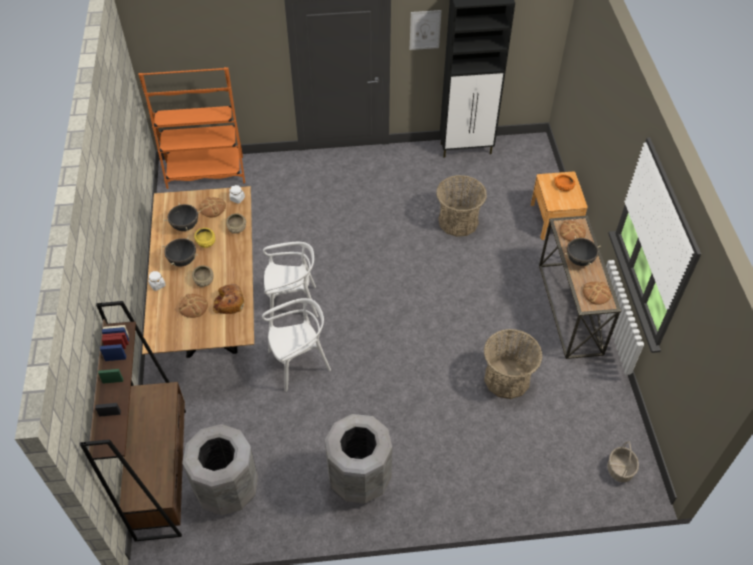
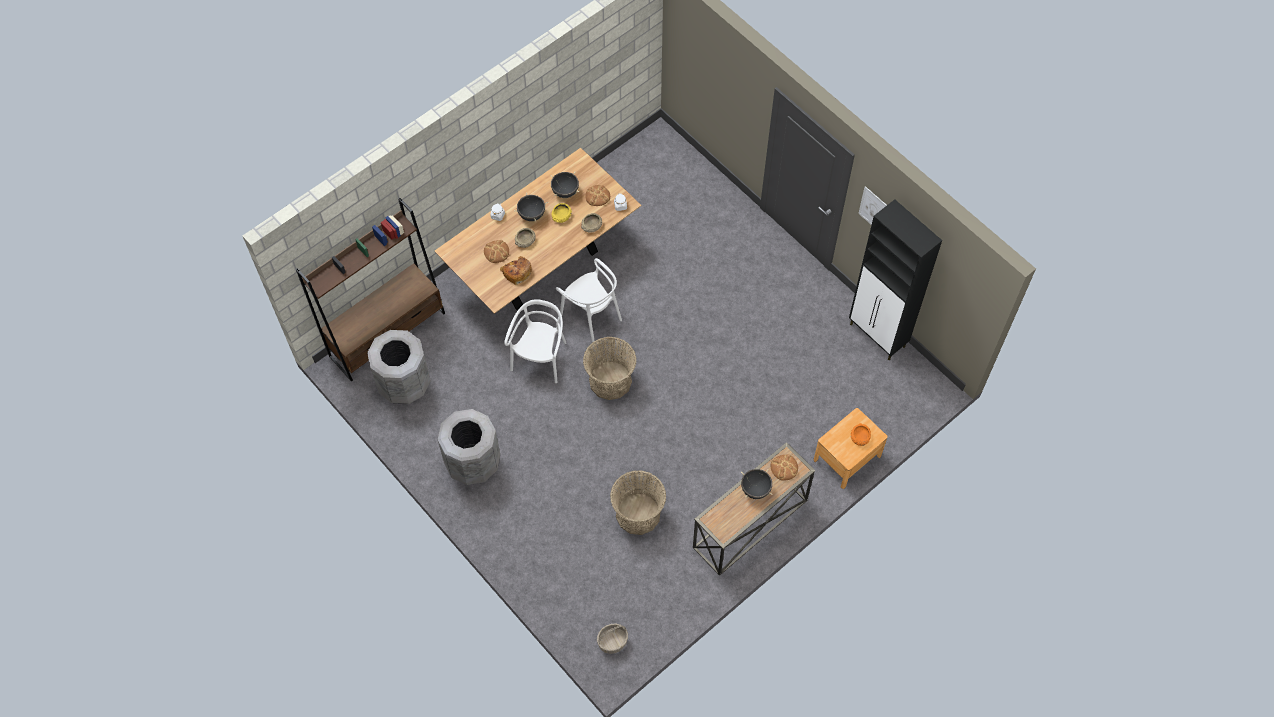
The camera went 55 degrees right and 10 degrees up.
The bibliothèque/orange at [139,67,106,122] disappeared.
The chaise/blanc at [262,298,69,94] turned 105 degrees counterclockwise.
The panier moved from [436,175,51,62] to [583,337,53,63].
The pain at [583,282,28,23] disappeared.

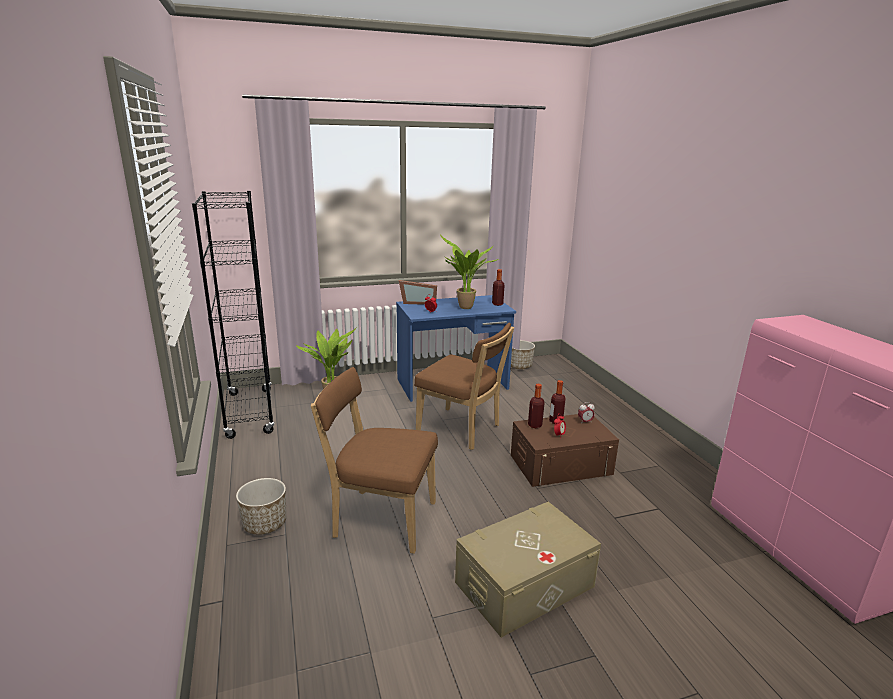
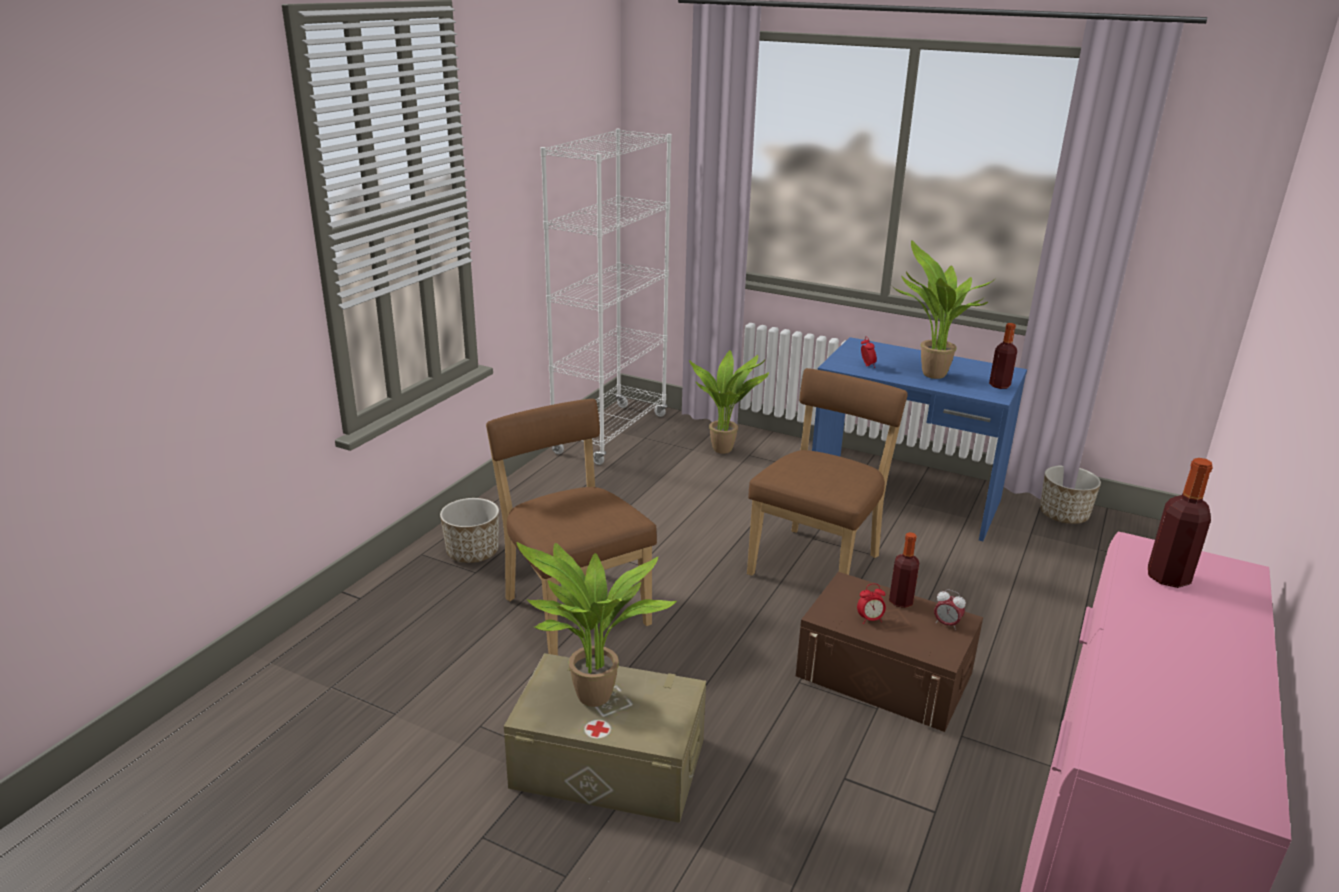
The camera went 45 degrees right and 5 degrees up.
The bibliothèque/noir at [192,191,83,248] became the bibliothèque/blanc at [541,129,131,336].
The cadre photo at [399,280,38,25] disappeared.
The chaise/marron at [414,323,100,127] turned 135 degrees counterclockwise.
The bouteille moved from [528,384,17,44] to [1148,458,65,130].
The plante en pot at [517,542,160,165] appeared.

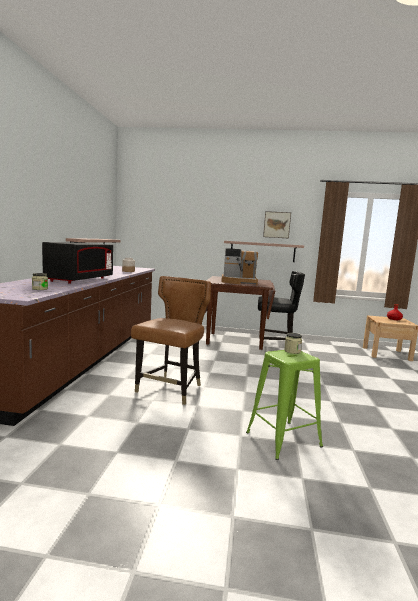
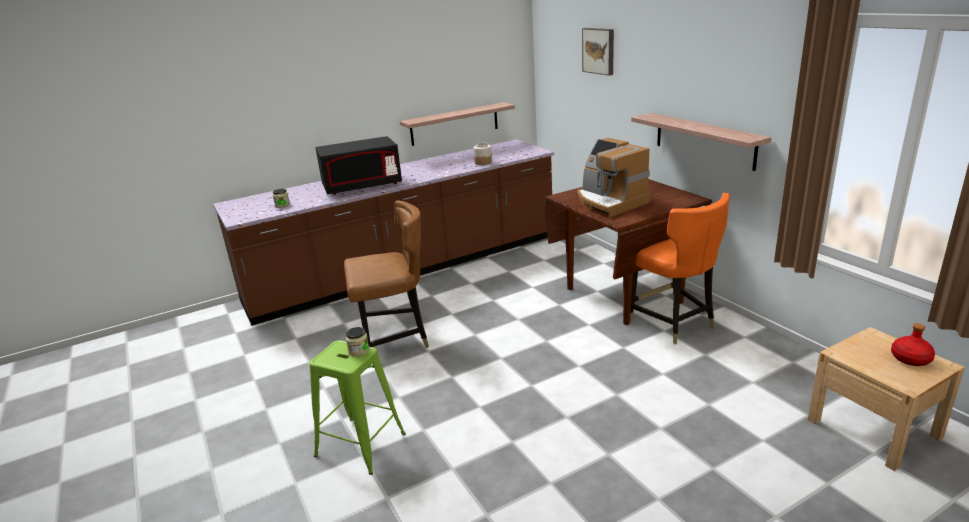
The camera went 55 degrees right and 15 degrees up.
The chaise/noir at [258,271,47,69] became the chaise/orange at [630,193,100,151].
The tableau moved from [263,211,28,27] to [582,28,32,48].

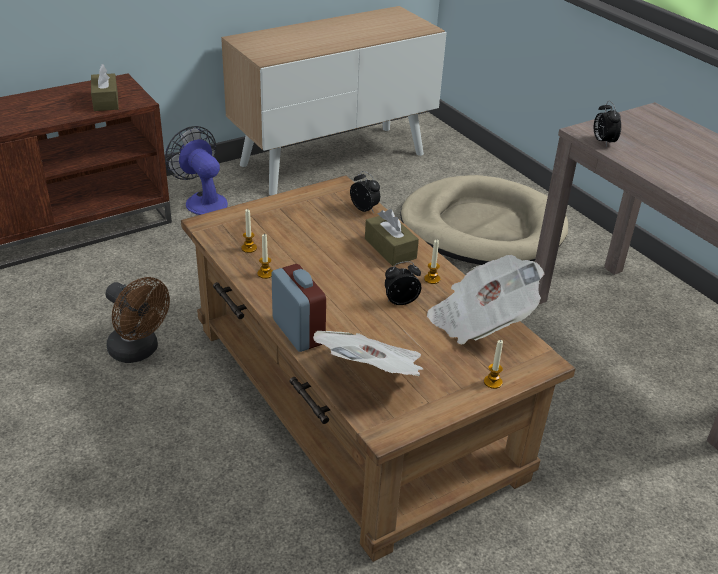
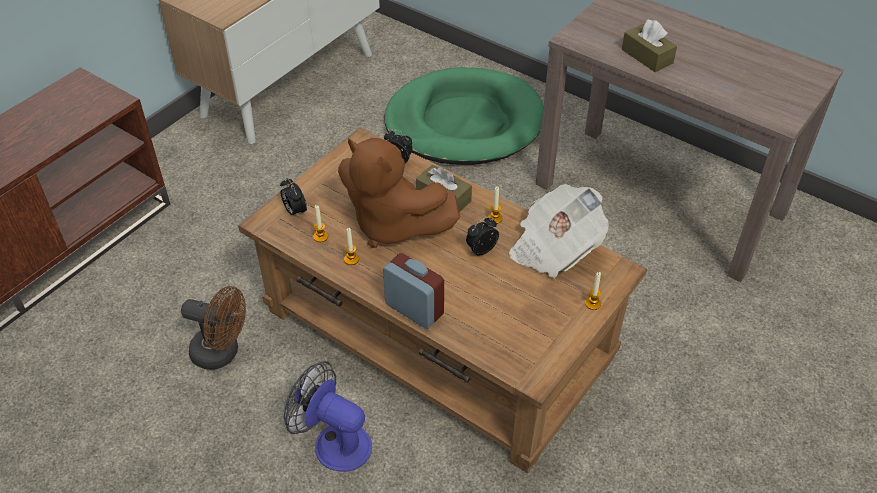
The camera went 20 degrees left and 10 degrees up.
The boîte à mouchoirs/marron moved from [91,64,28,47] to [622,20,55,52].
The ventilateur moved from [165,126,63,89] to [284,361,88,111].
The journal at [313,331,110,45] disappeared.
The panier pour chien/beige at [400,175,168,90] became the panier pour chien/vert at [384,67,159,98].
The réveil moved from [594,101,27,46] to [280,178,27,40].
The peluche/marron at [338,138,122,110] appeared.

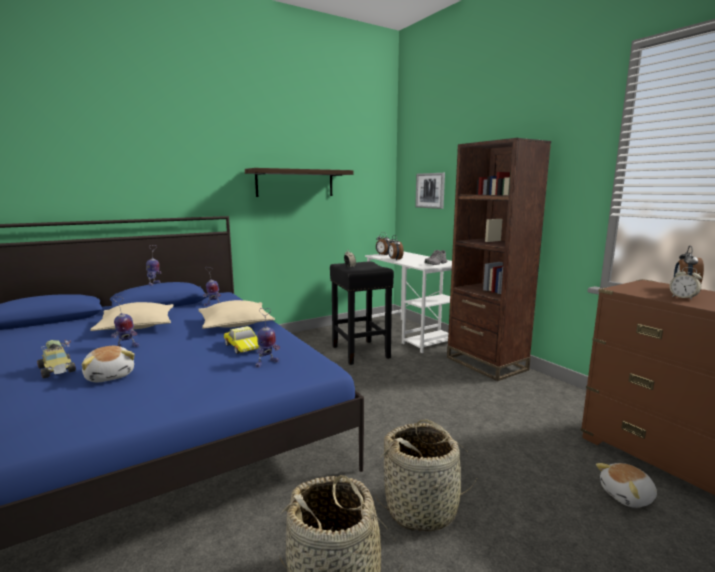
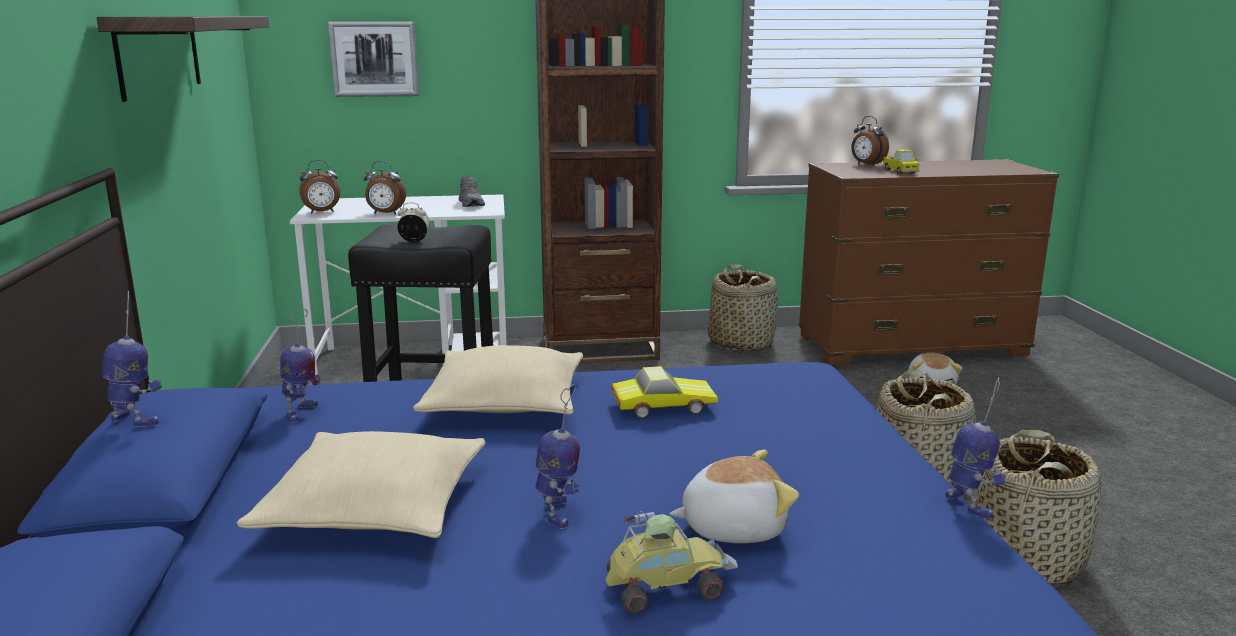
The camera went 65 degrees left and 5 degrees up.
The robot jouet moved from [255,308,25,59] to [945,377,60,142].
The réveil at [669,267,33,33] was replaced by the camion jouet at [883,150,37,24].
The panier at [708,264,70,88] appeared.

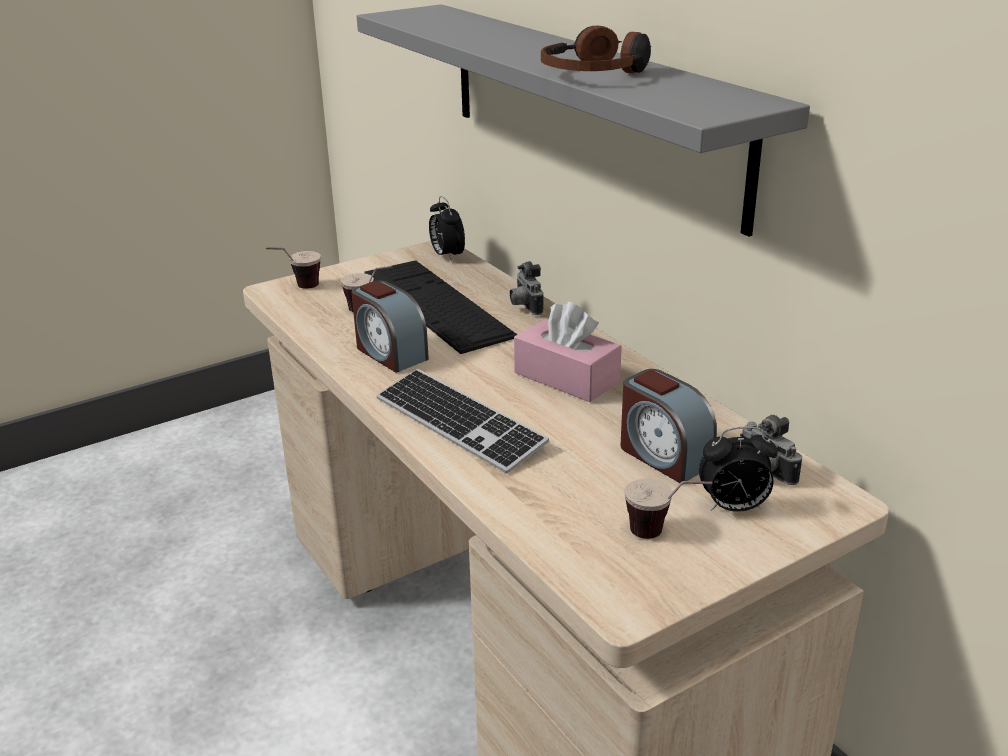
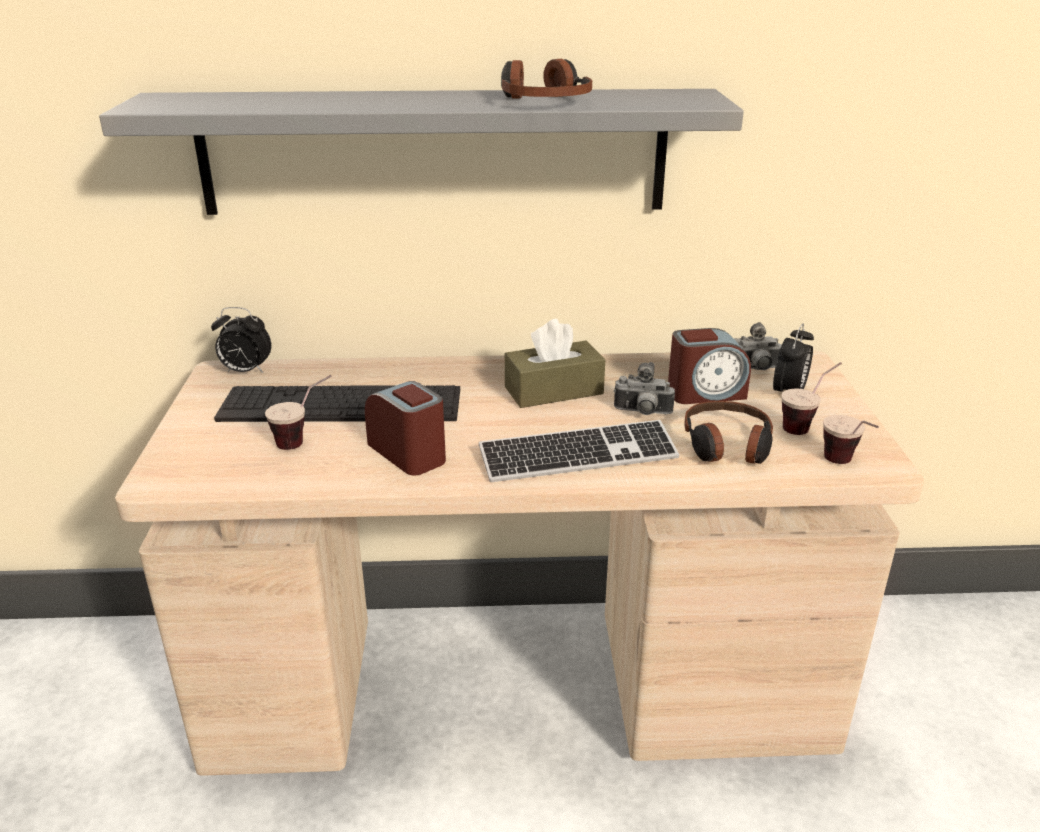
The camera went 60 degrees left and 0 degrees up.
The tasse moved from [266,247,55,42] to [823,415,56,49].
The réveil at [352,280,77,93] turned 120 degrees counterclockwise.
The appareil photo moved from [510,261,34,54] to [614,362,61,53].
The boîte à mouchoirs/rose at [514,302,108,100] became the boîte à mouchoirs/marron at [505,319,100,89].
The casque audio at [684,401,89,63] appeared.

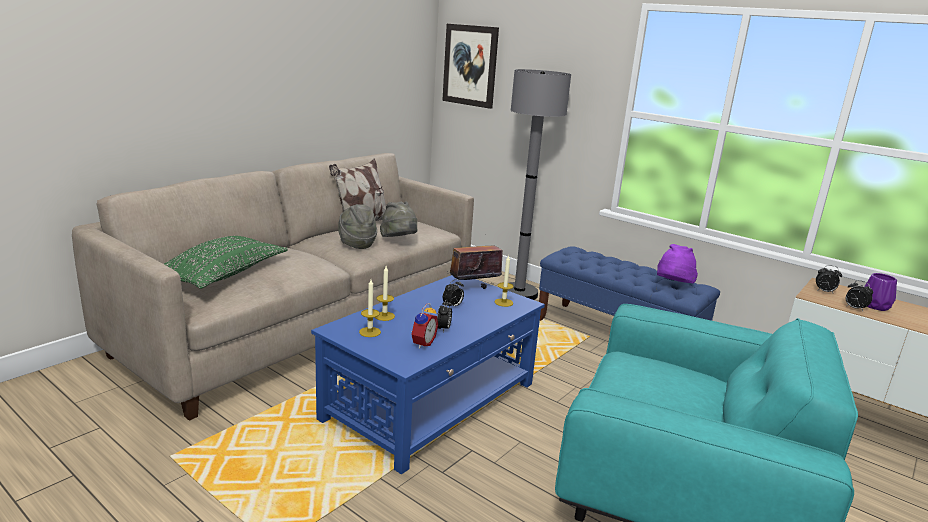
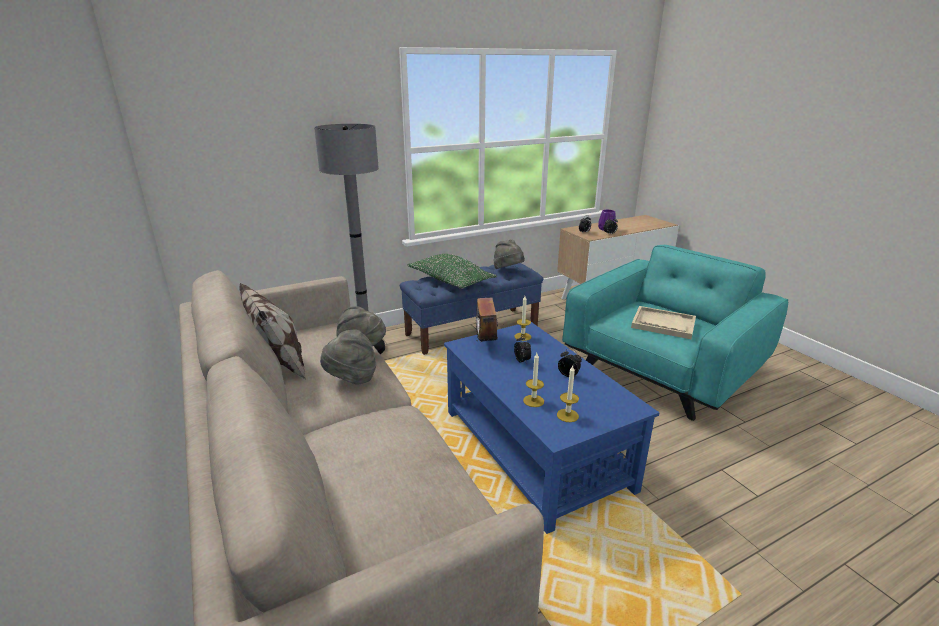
The camera went 65 degrees left and 5 degrees up.
The coussin/vert moved from [164,236,124,53] to [407,254,90,35].
The réveil at [411,303,27,46] disappeared.
The tableau at [442,24,57,85] disappeared.
The chapeau/violet at [657,244,41,40] became the chapeau/gris at [493,239,32,30].
The plateau/beige at [631,306,65,33] appeared.

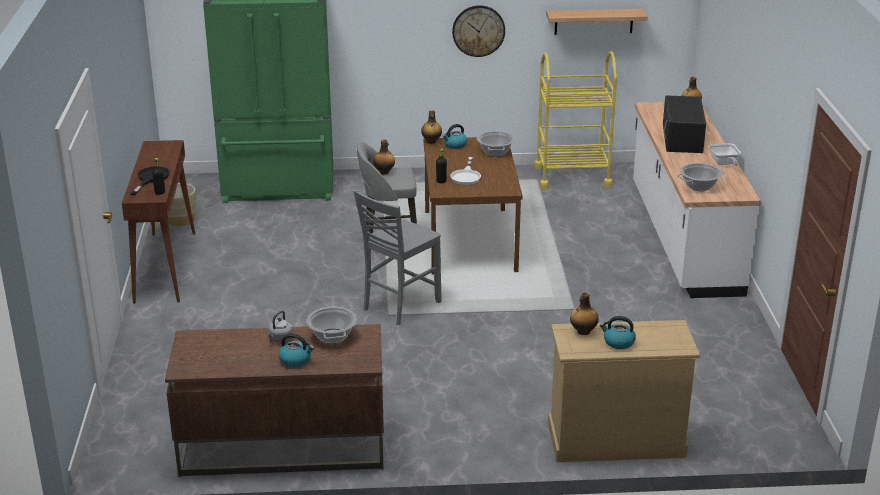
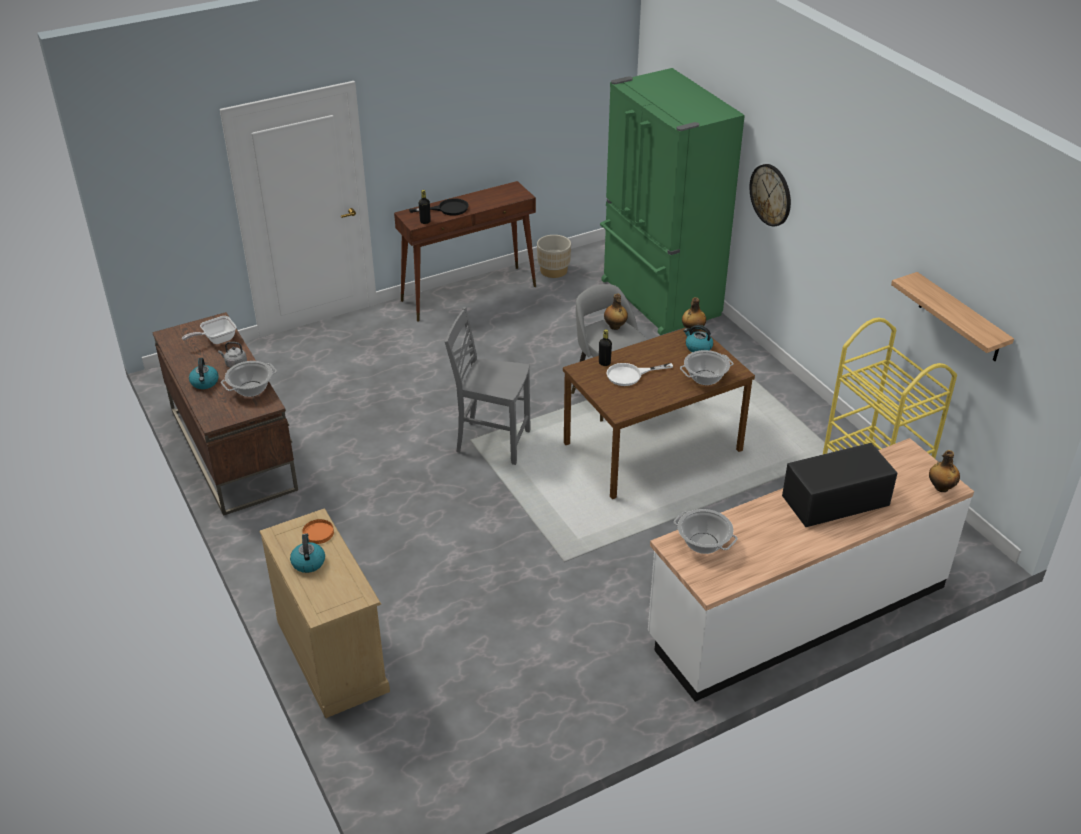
The camera went 65 degrees right and 10 degrees up.
The horloge murale moved from [452,5,53,52] to [750,164,41,62].
The bouteille at [570,292,29,43] was replaced by the assiette/orange at [302,519,32,25].
The poêle moved from [709,143,32,23] to [182,316,54,28].

